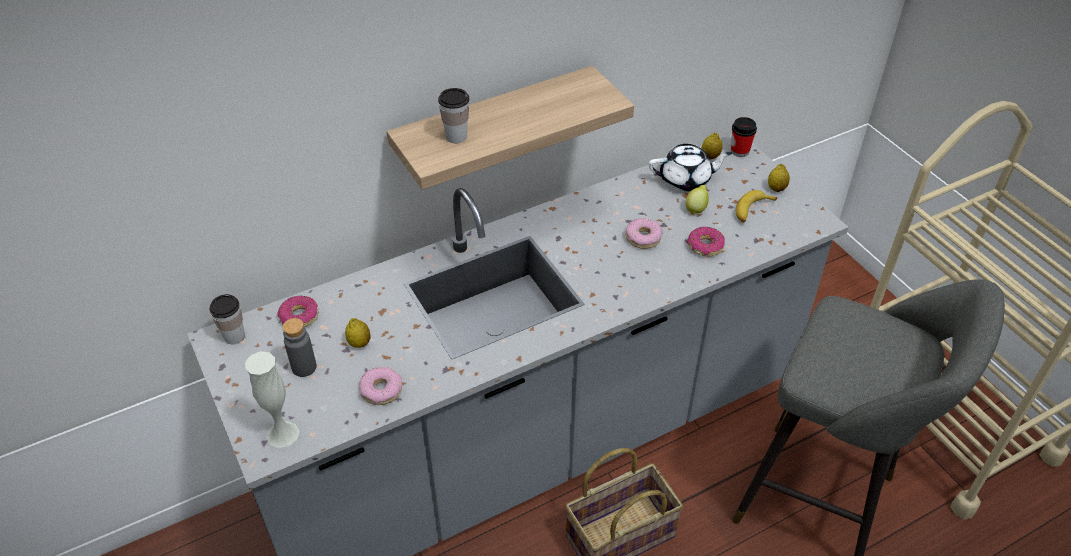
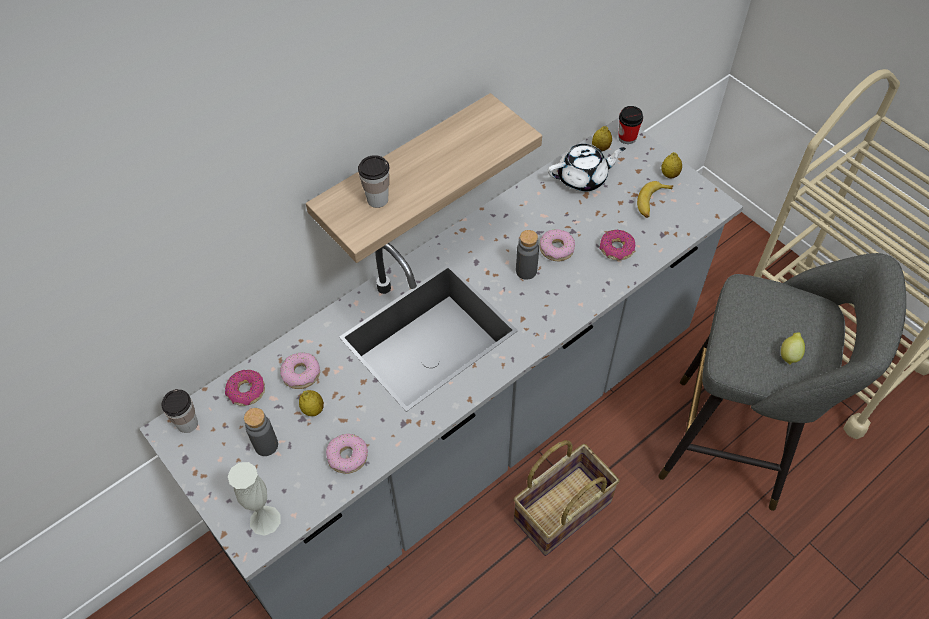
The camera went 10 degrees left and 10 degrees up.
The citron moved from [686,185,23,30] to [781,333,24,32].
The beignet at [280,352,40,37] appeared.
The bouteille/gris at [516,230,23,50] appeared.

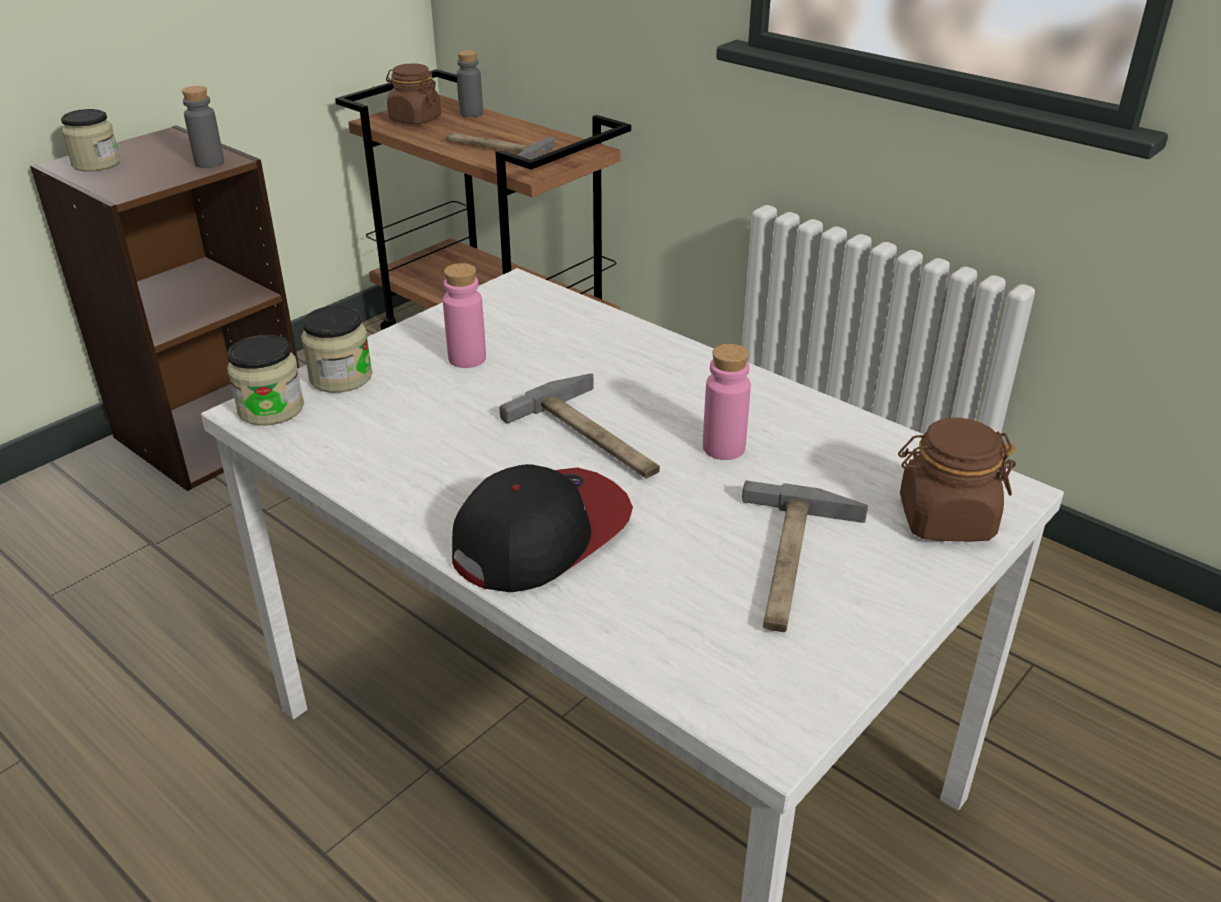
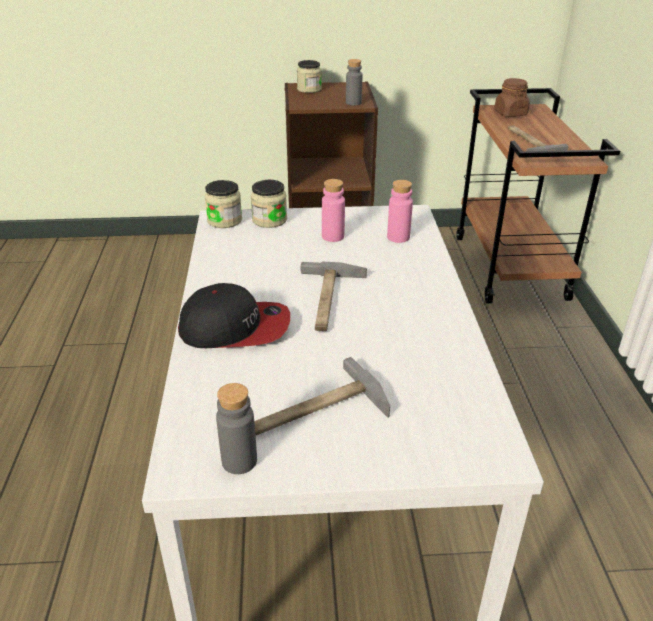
The camera went 45 degrees right and 0 degrees up.
The bouteille/gris moved from [457,50,26,67] to [216,383,41,91].
The bouteille/rose moved from [703,344,48,116] to [387,180,26,63].
The bocal/marron at [898,418,118,124] disappeared.

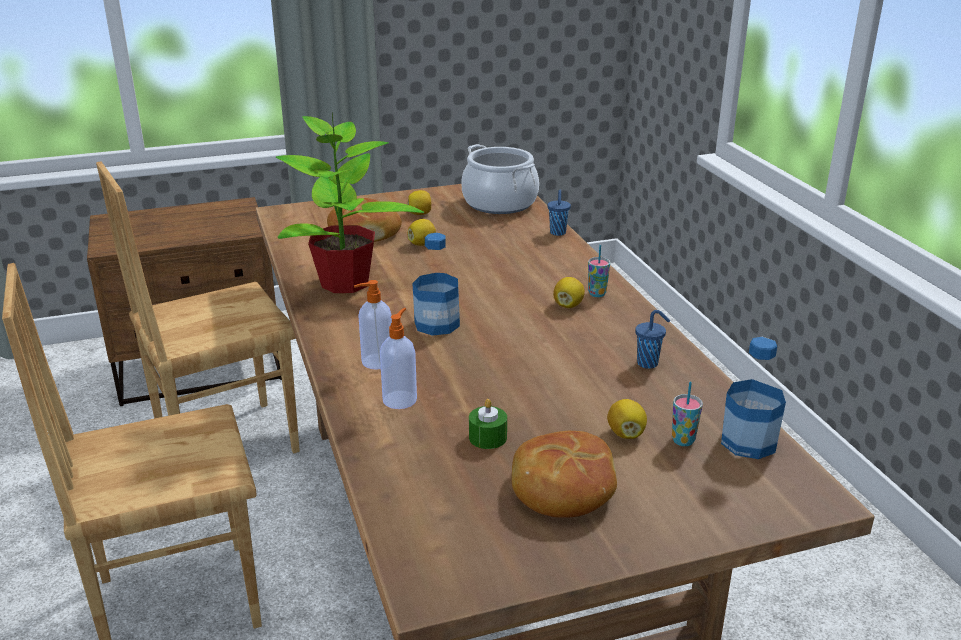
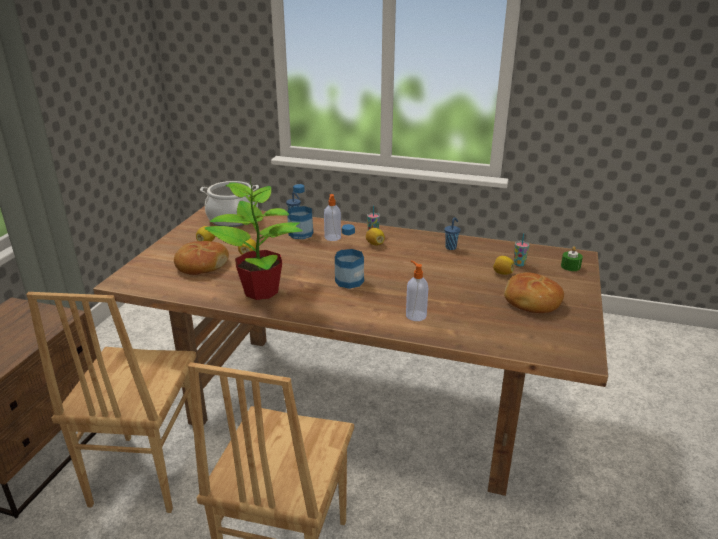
The camera went 55 degrees left and 0 degrees up.
The distributeur de savon moved from [354,280,38,90] to [324,194,17,47].
The bougie/vert moved from [469,399,38,50] to [561,246,22,25].
The bouteille moved from [721,337,65,122] to [287,184,26,55].

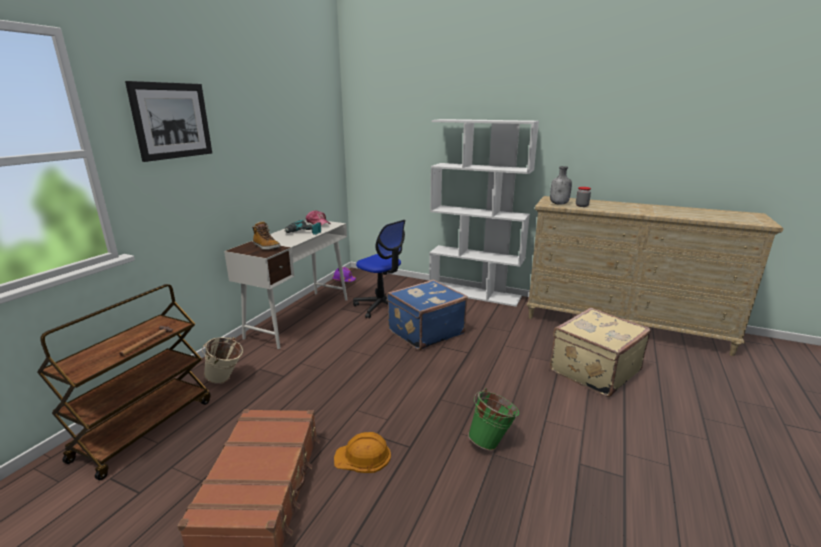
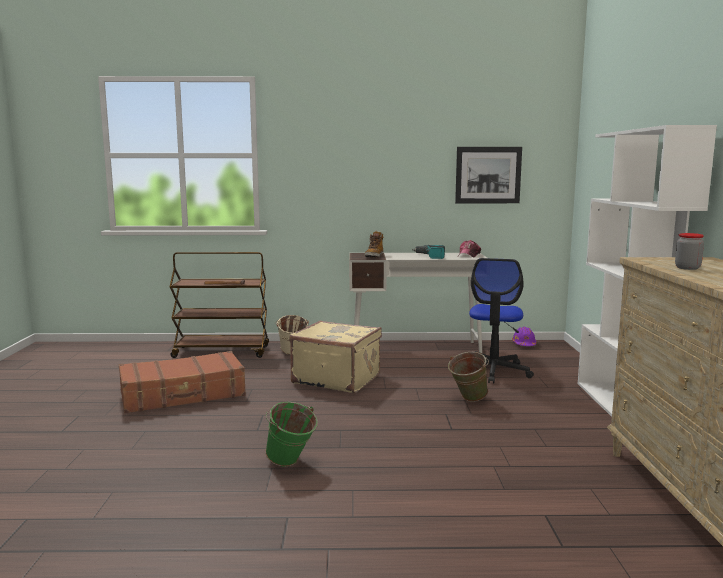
The camera went 65 degrees right and 10 degrees down.
The tableau moved from [125,81,87,81] to [455,147,67,56].
The casque de chantier/orange at [334,432,57,41] disappeared.
The valise/bleu at [387,279,81,71] was replaced by the seau/vert at [448,352,41,50].
The bouteille/gris at [550,166,22,39] disappeared.
The valise/beige moved from [550,308,101,89] to [289,321,93,72].

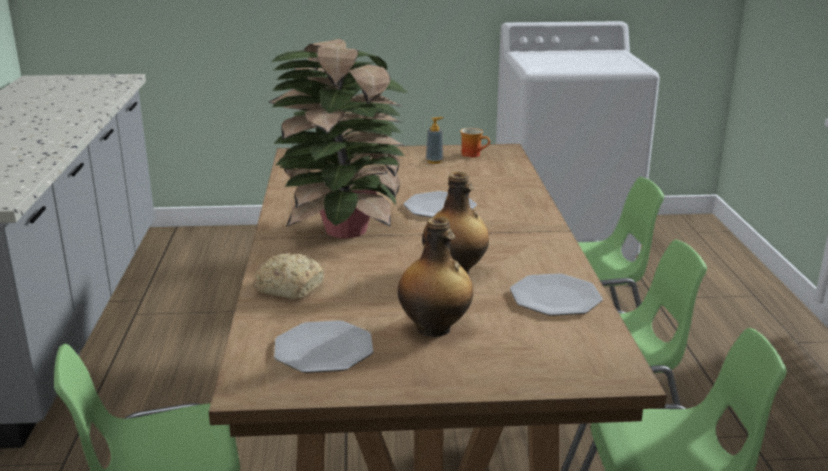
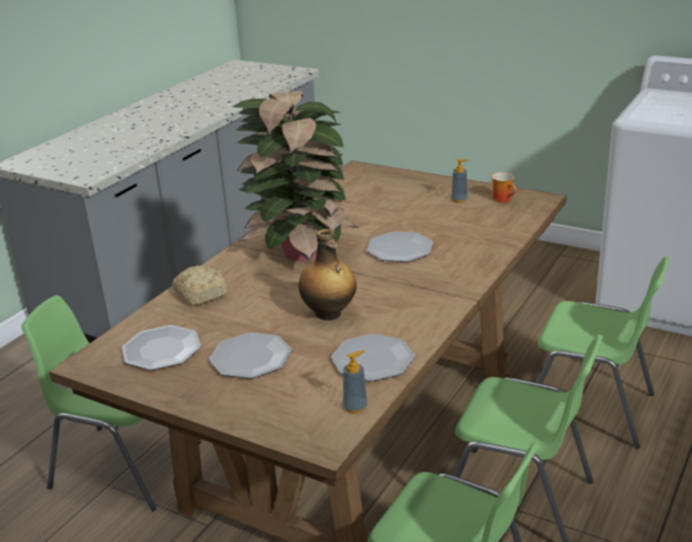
The camera went 35 degrees right and 5 degrees up.
The bouteille at [398,216,75,121] was replaced by the assiette at [209,332,82,47].
The distributeur de savon at [343,350,25,64] appeared.

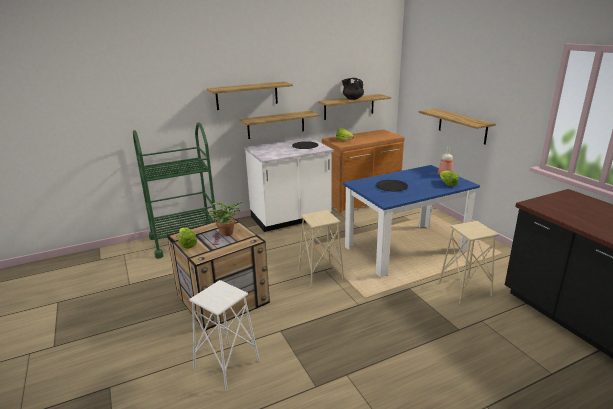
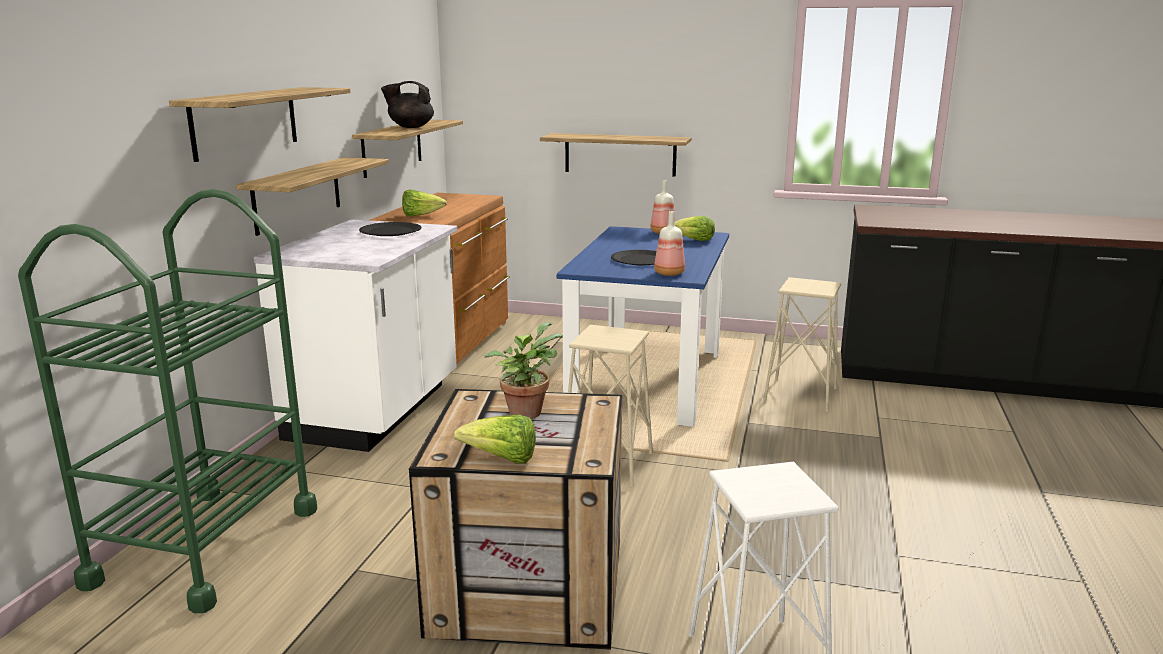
The camera went 50 degrees left and 5 degrees down.
The bouteille at [654,211,31,65] appeared.

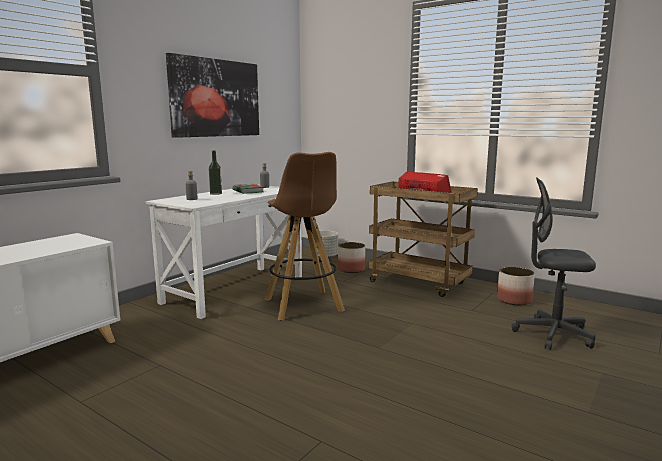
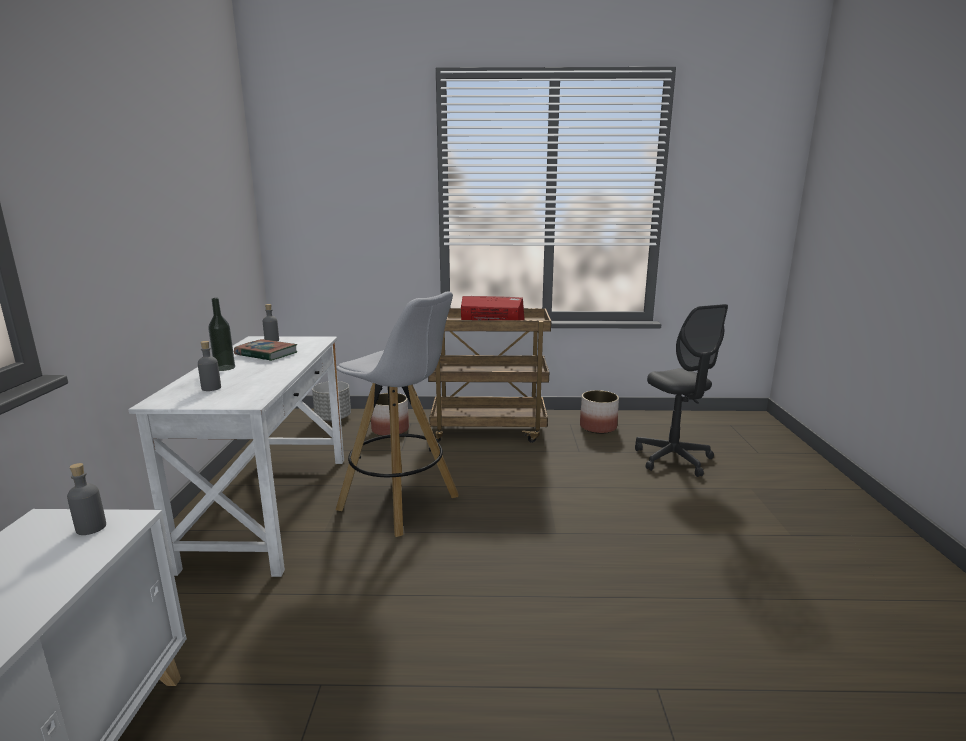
The camera went 35 degrees left and 5 degrees up.
The tableau at [166,53,93,85] disappeared.
The tabouret/marron at [265,152,80,168] became the tabouret/blanc at [336,291,123,246].
The chaise de bureau/gris at [511,178,85,172] turned 90 degrees counterclockwise.
The bouteille/gris at [67,463,39,72] appeared.

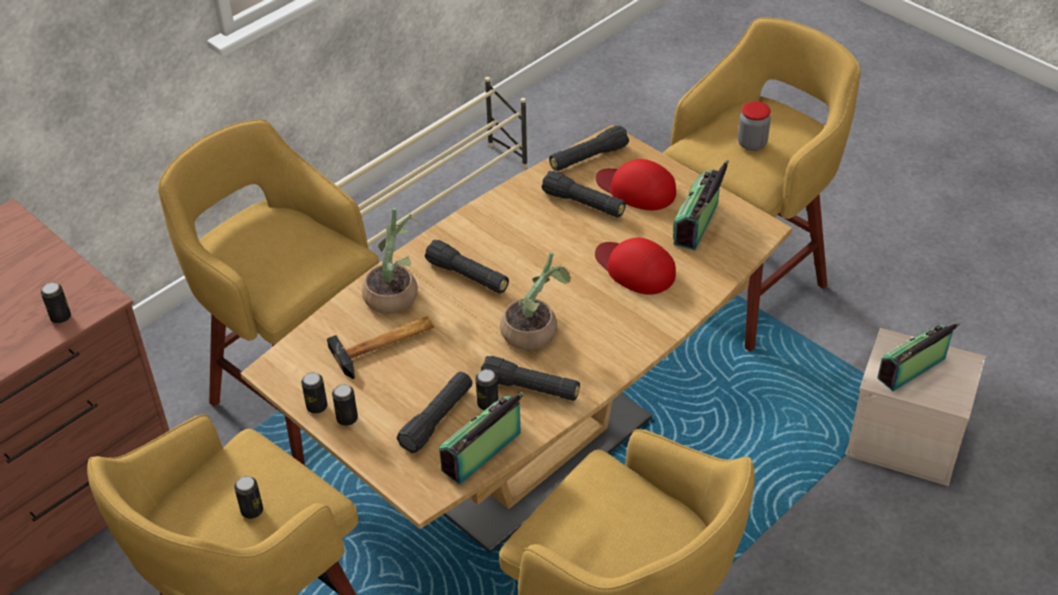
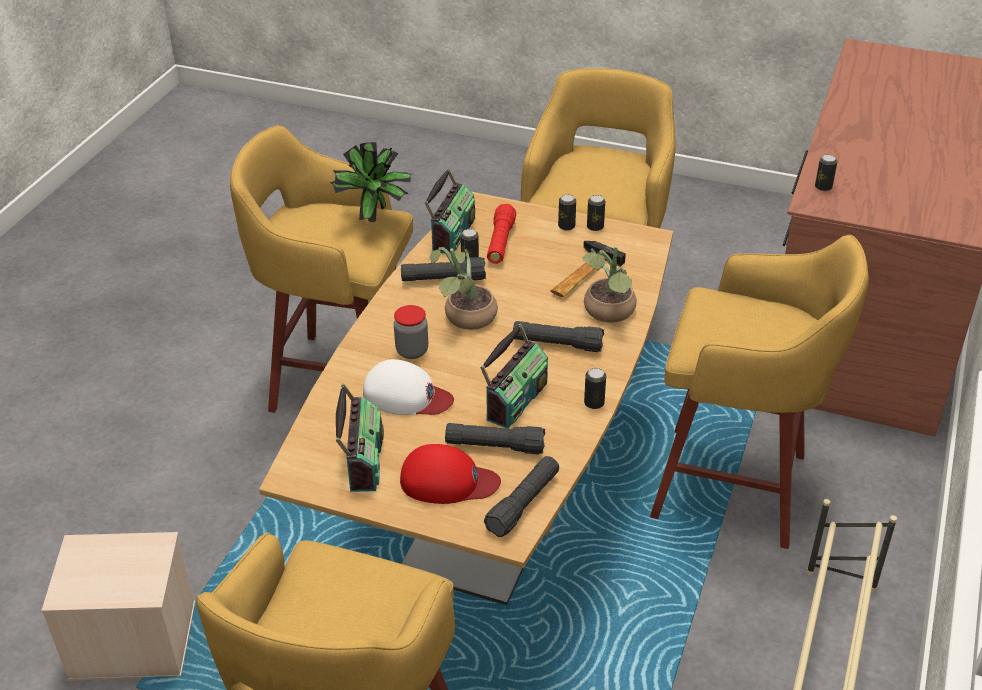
The camera went 155 degrees right and 5 degrees down.
The boîte métallique moved from [234,476,29,43] to [584,368,22,41].
The lampe de poche/noir at [397,372,76,81] became the lampe de poche/rouge at [487,204,29,60].
The casquette/rouge at [595,238,81,57] became the casquette/blanc at [363,359,91,56].
The bocal moved from [738,101,33,50] to [394,305,34,54].
The radio moved from [877,322,83,69] to [480,324,68,105].
The plante en pot at [330,142,82,80] appeared.

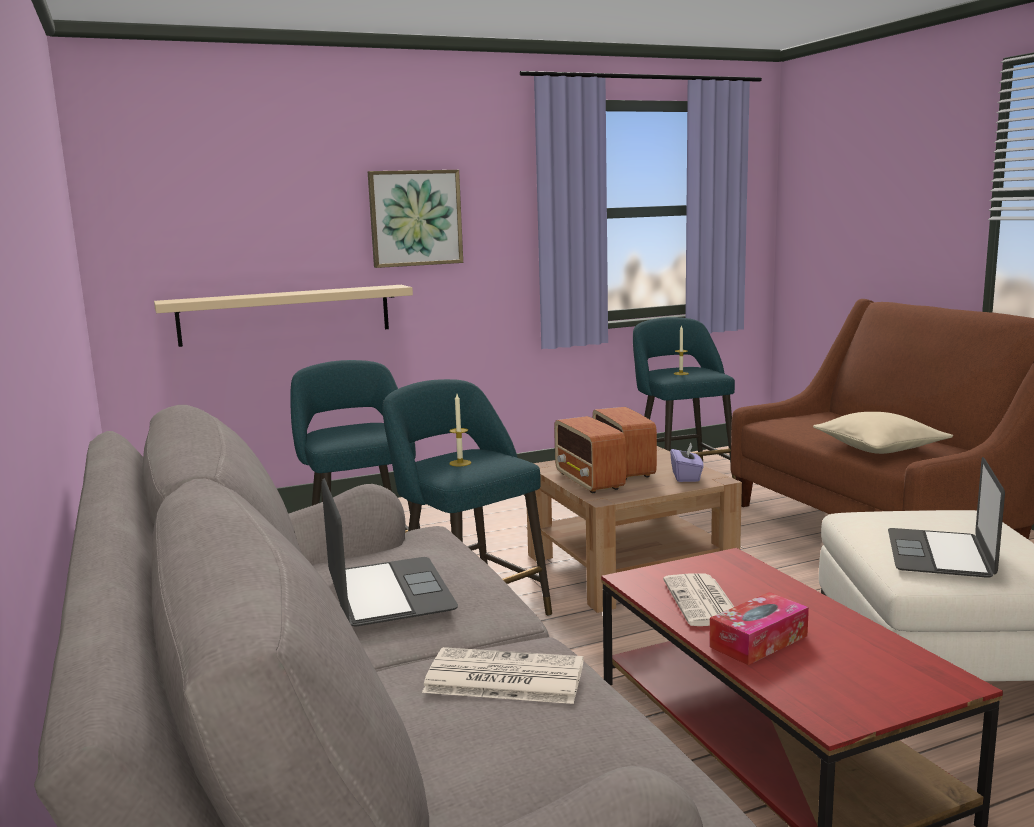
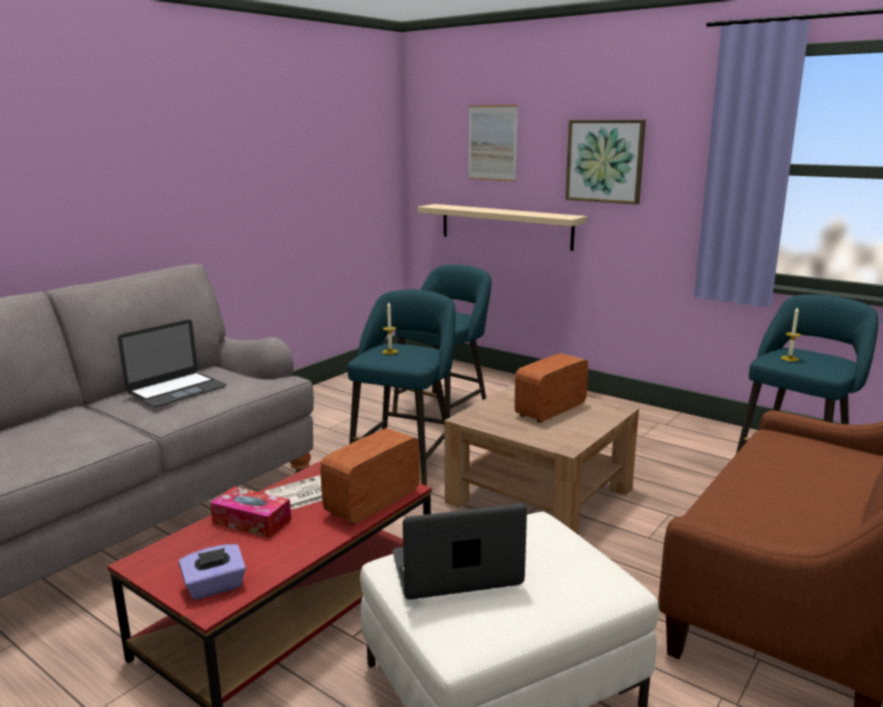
The camera went 60 degrees right and 5 degrees up.
The journal at [422,647,162,57] disappeared.
The radio moved from [554,416,72,78] to [320,428,100,97].
The boîte à mouchoirs/violet moved from [670,442,34,40] to [179,544,67,56].
The coussin/beige at [813,412,140,42] disappeared.
The tableau at [468,105,50,77] appeared.

